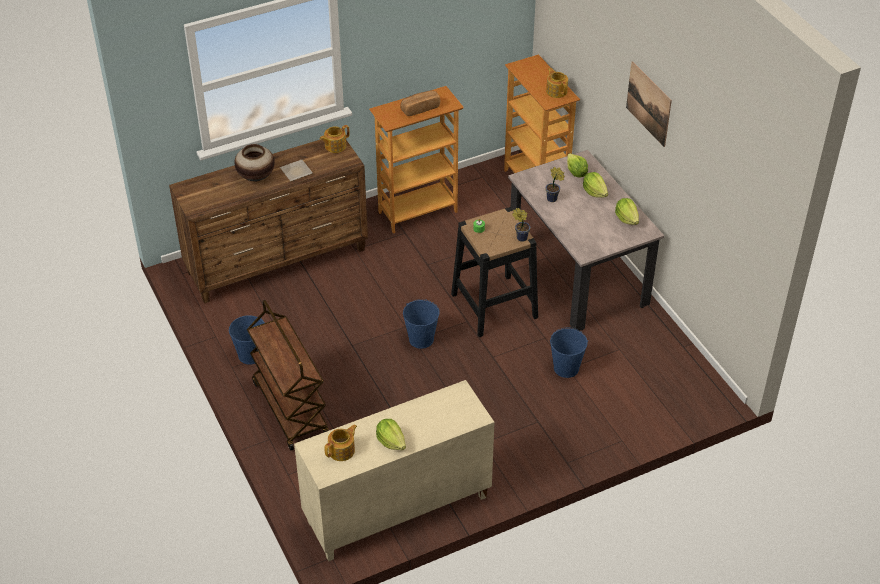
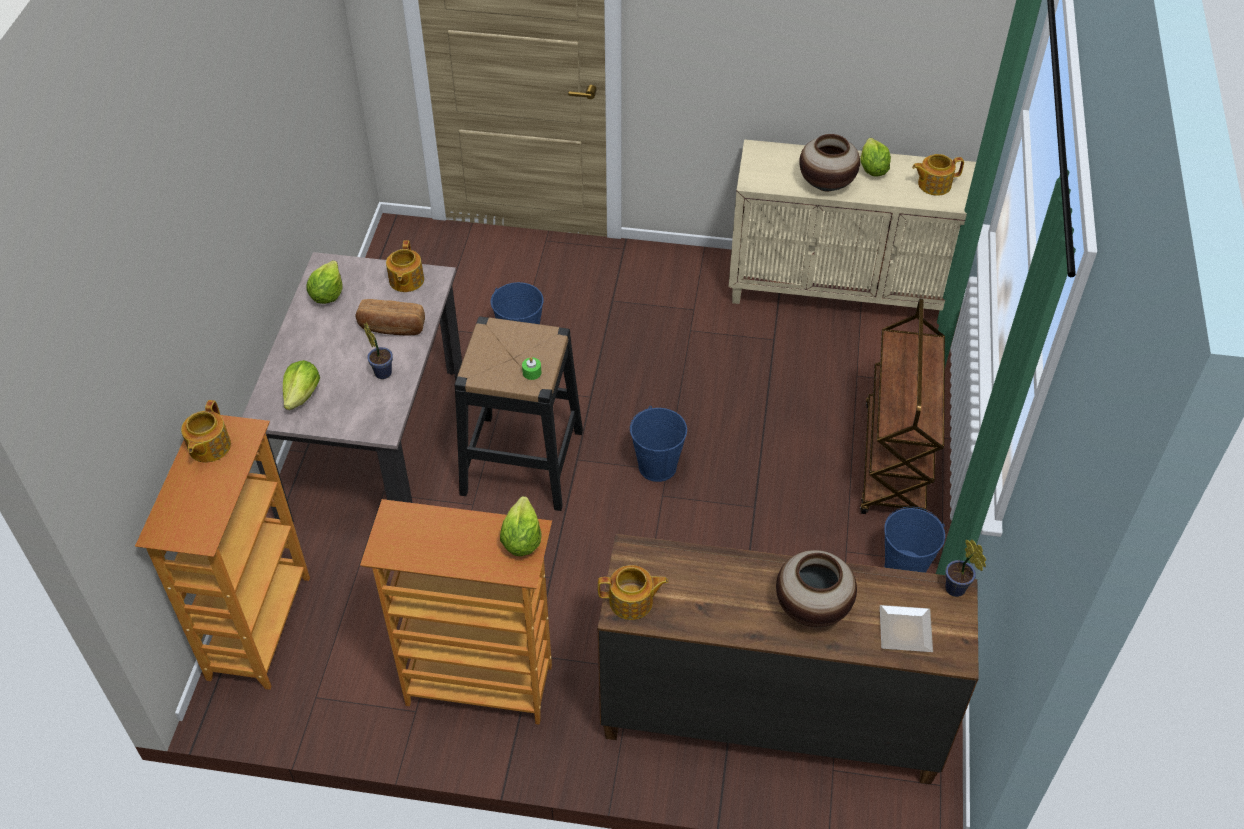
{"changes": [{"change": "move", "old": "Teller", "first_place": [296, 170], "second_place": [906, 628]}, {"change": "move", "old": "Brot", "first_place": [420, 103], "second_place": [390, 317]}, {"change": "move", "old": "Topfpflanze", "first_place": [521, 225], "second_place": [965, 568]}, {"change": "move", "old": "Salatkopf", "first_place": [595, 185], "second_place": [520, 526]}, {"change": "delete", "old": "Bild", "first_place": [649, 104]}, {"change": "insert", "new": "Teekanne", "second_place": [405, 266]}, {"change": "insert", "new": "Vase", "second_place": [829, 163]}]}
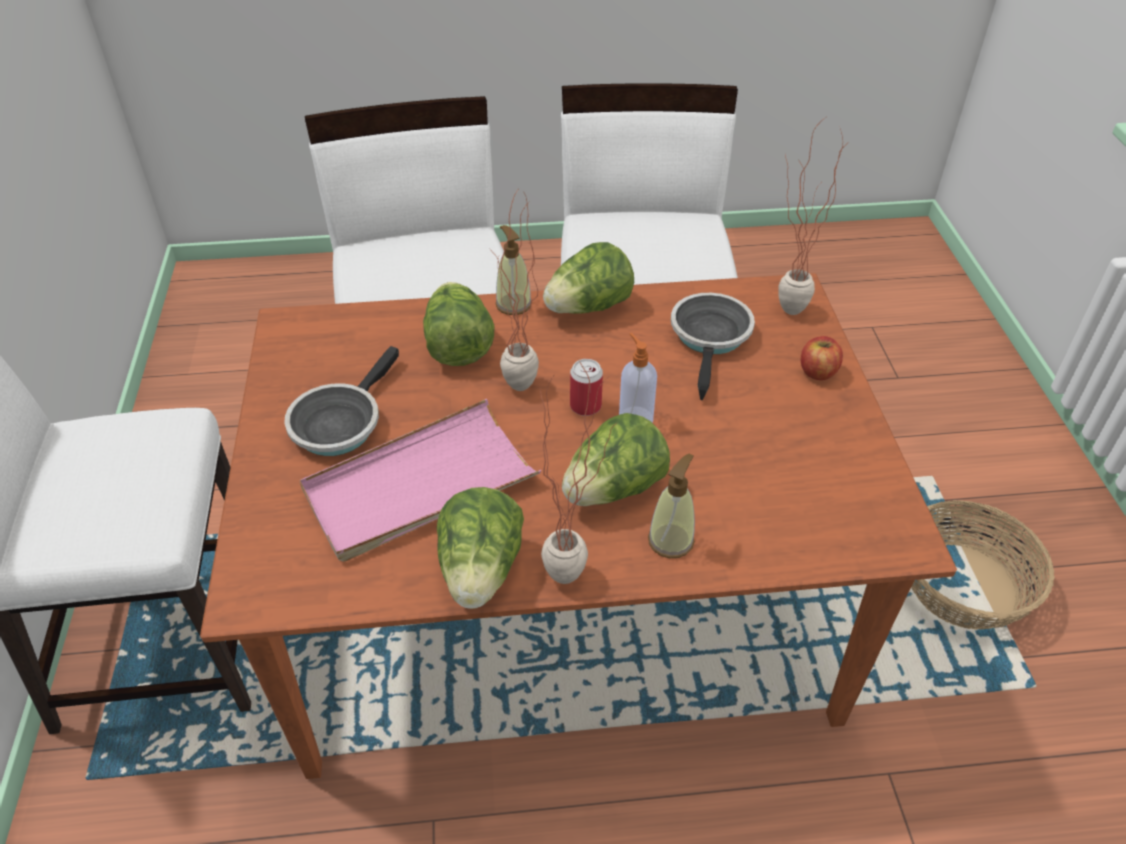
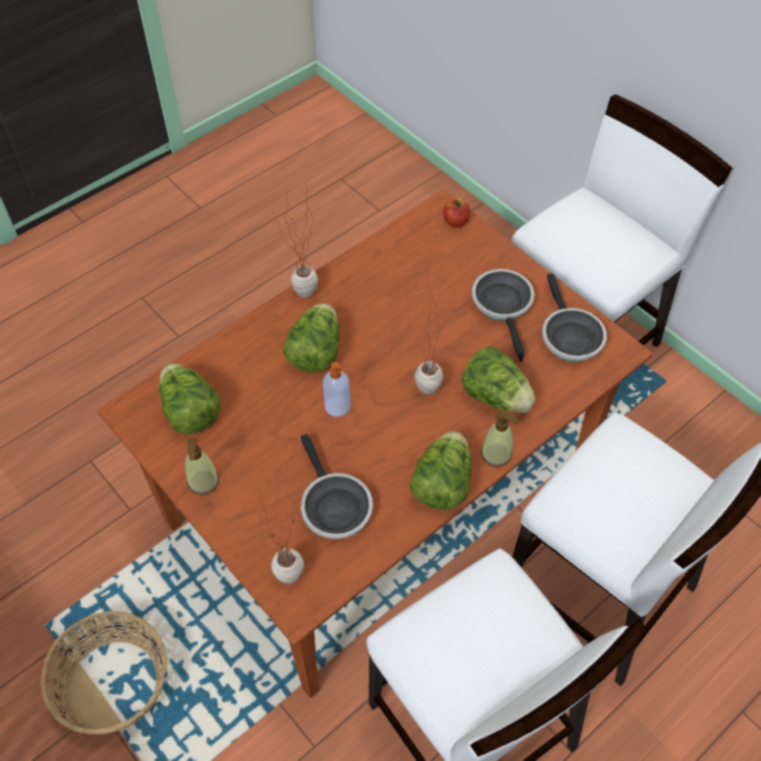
{"changes": [{"change": "delete", "old": "Tablett/rosa", "first_place": [420, 480]}, {"change": "move", "old": "Salatkopf", "first_place": [480, 548], "second_place": [189, 398]}, {"change": "delete", "old": "Dose", "first_place": [586, 387]}, {"change": "move", "old": "Seifenspender", "first_place": [671, 506], "second_place": [202, 467]}, {"change": "move", "old": "Apfel", "first_place": [822, 358], "second_place": [456, 212]}, {"change": "insert", "new": "Pfanne", "second_place": [574, 317]}]}
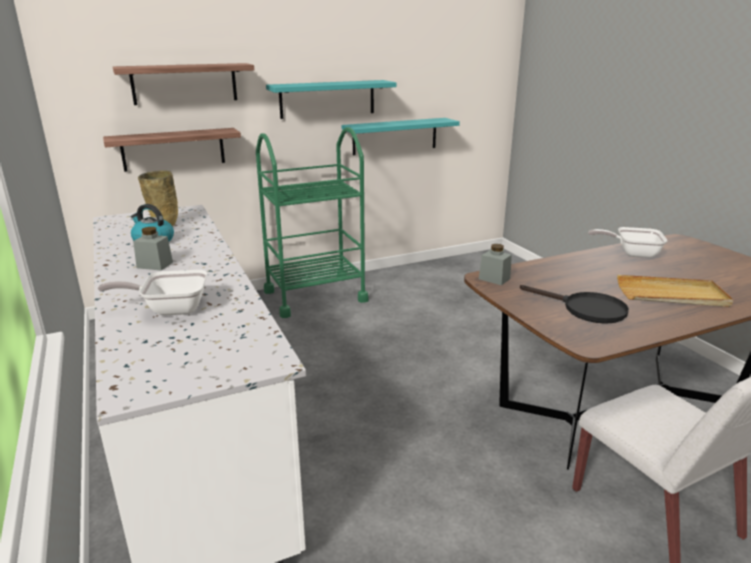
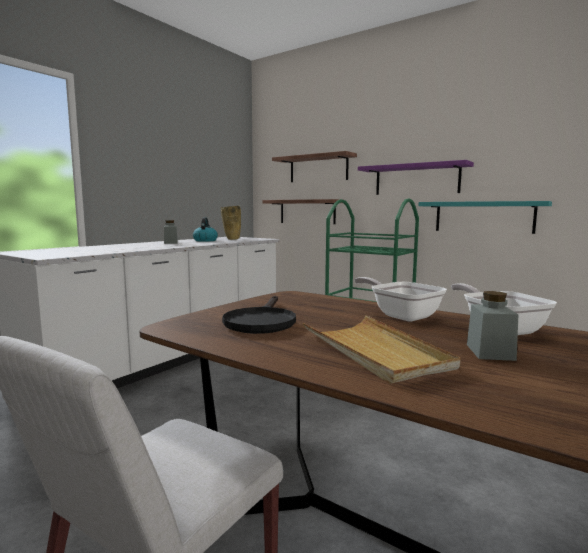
{"changes": [{"change": "move", "old": "Pfanne", "first_place": [152, 293], "second_place": [400, 299]}, {"change": "recolor", "old": "Wandregal/türkis", "new": "Wandregal/lila", "first_place": [331, 99], "second_place": [416, 177]}, {"change": "move", "old": "Vorratsglas/grau", "first_place": [495, 264], "second_place": [492, 326]}]}
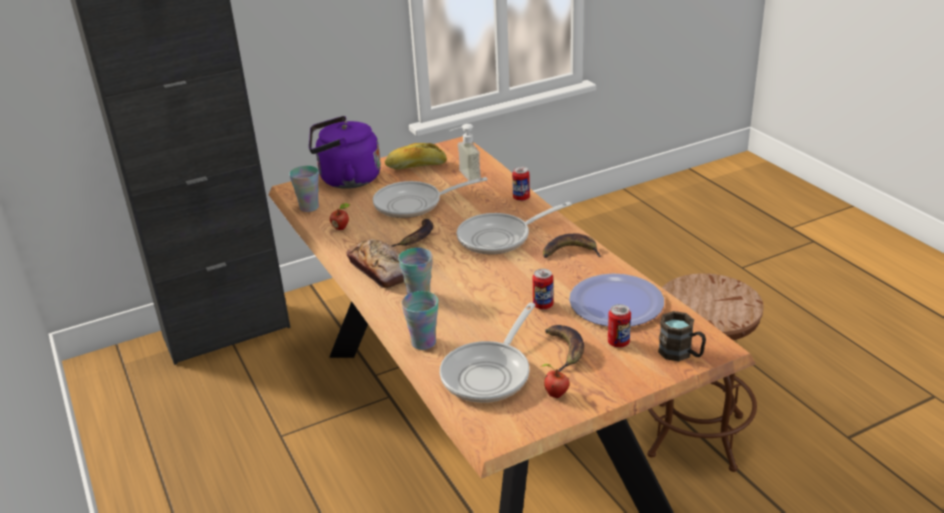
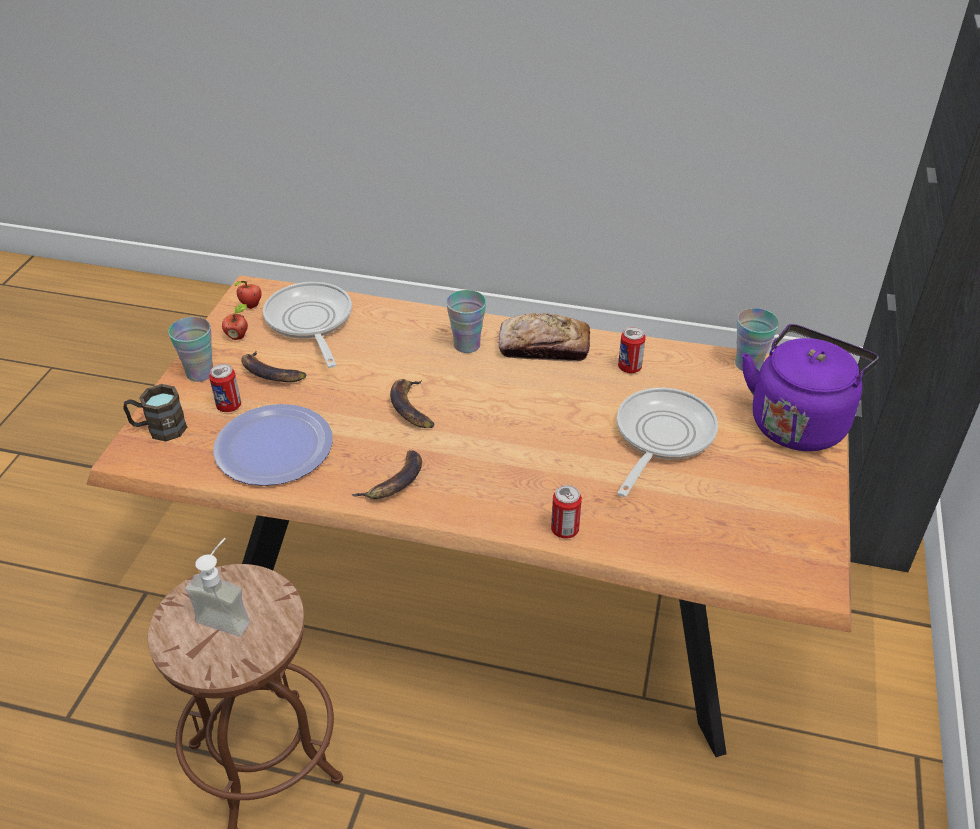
{"changes": [{"change": "move", "old": "Apfel", "first_place": [340, 216], "second_place": [248, 295]}, {"change": "delete", "old": "Brot", "first_place": [416, 156]}, {"change": "move", "old": "Banane", "first_place": [412, 233], "second_place": [412, 403]}, {"change": "move", "old": "Tasse", "first_place": [419, 320], "second_place": [190, 349]}, {"change": "move", "old": "Seifenspender", "first_place": [465, 152], "second_place": [217, 587]}, {"change": "delete", "old": "Pfanne", "first_place": [514, 228]}, {"change": "move", "old": "Dose", "first_place": [543, 289], "second_place": [632, 350]}]}
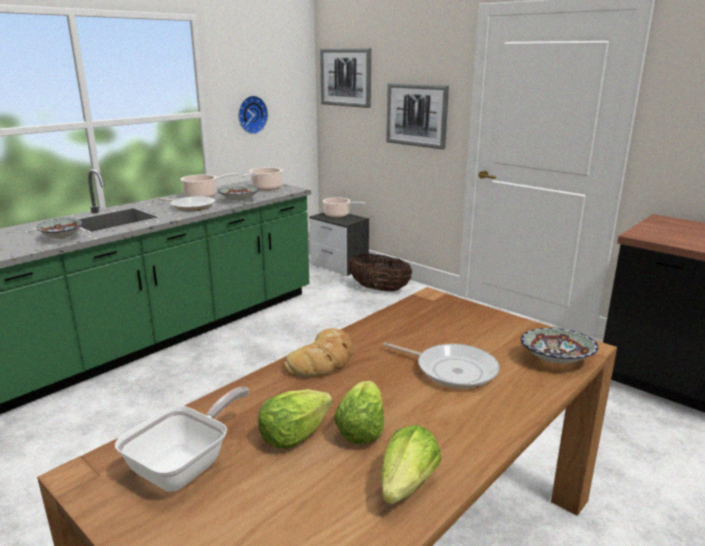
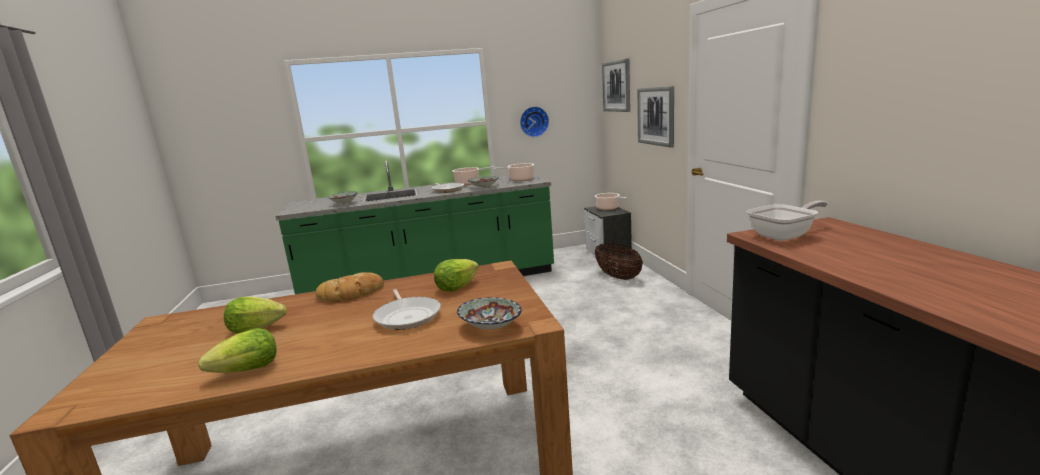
{"changes": [{"change": "move", "old": "Pfanne", "first_place": [182, 439], "second_place": [787, 221]}, {"change": "move", "old": "Salatkopf", "first_place": [359, 412], "second_place": [456, 275]}]}
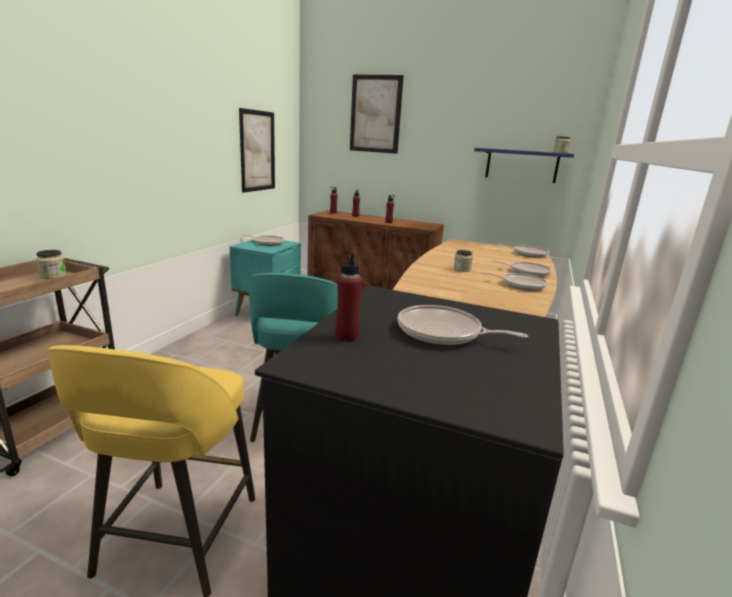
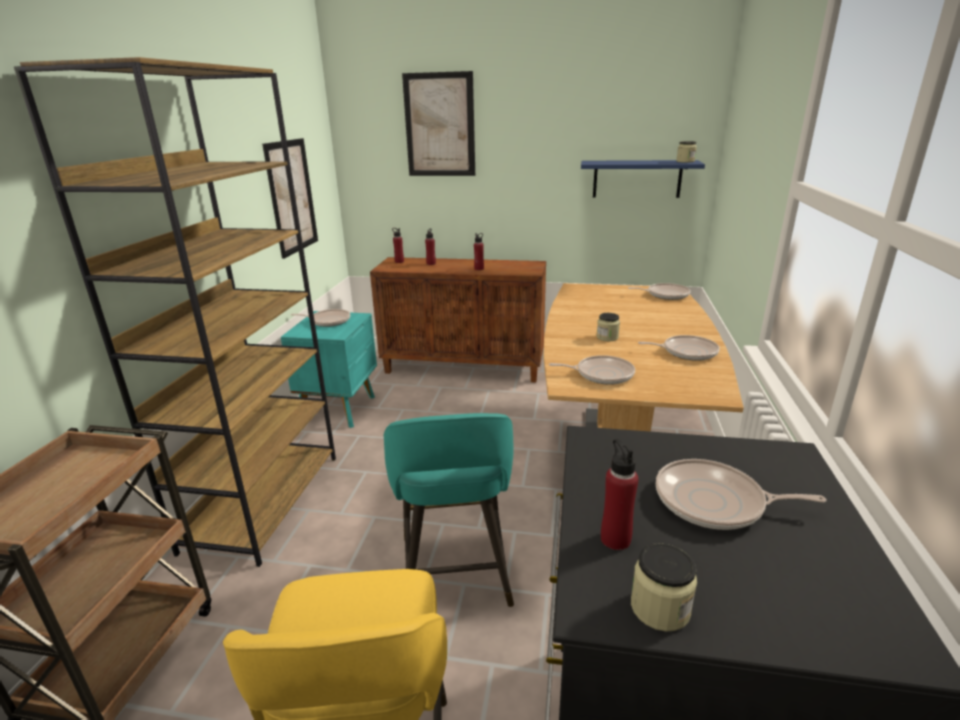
{"changes": [{"change": "move", "old": "Vorratsglas", "first_place": [51, 264], "second_place": [664, 587]}, {"change": "move", "old": "Pfanne", "first_place": [522, 268], "second_place": [592, 370]}, {"change": "insert", "new": "Bücherregal/braun", "second_place": [175, 312]}]}
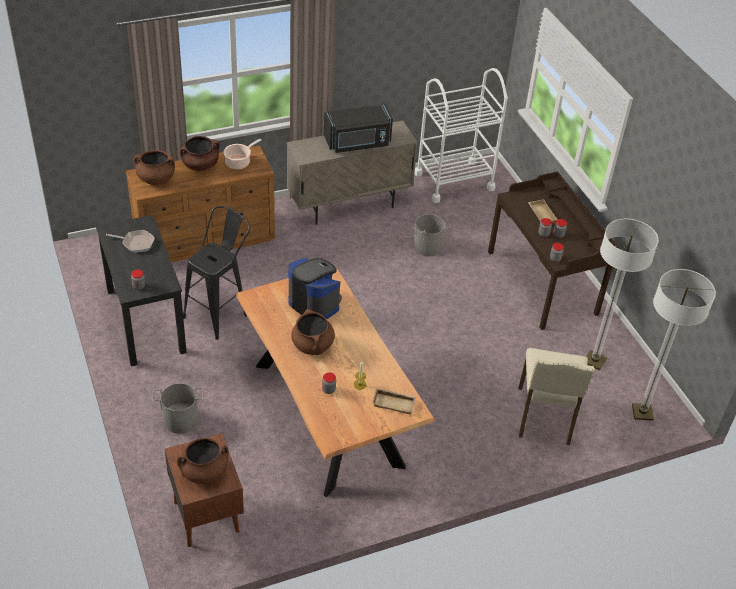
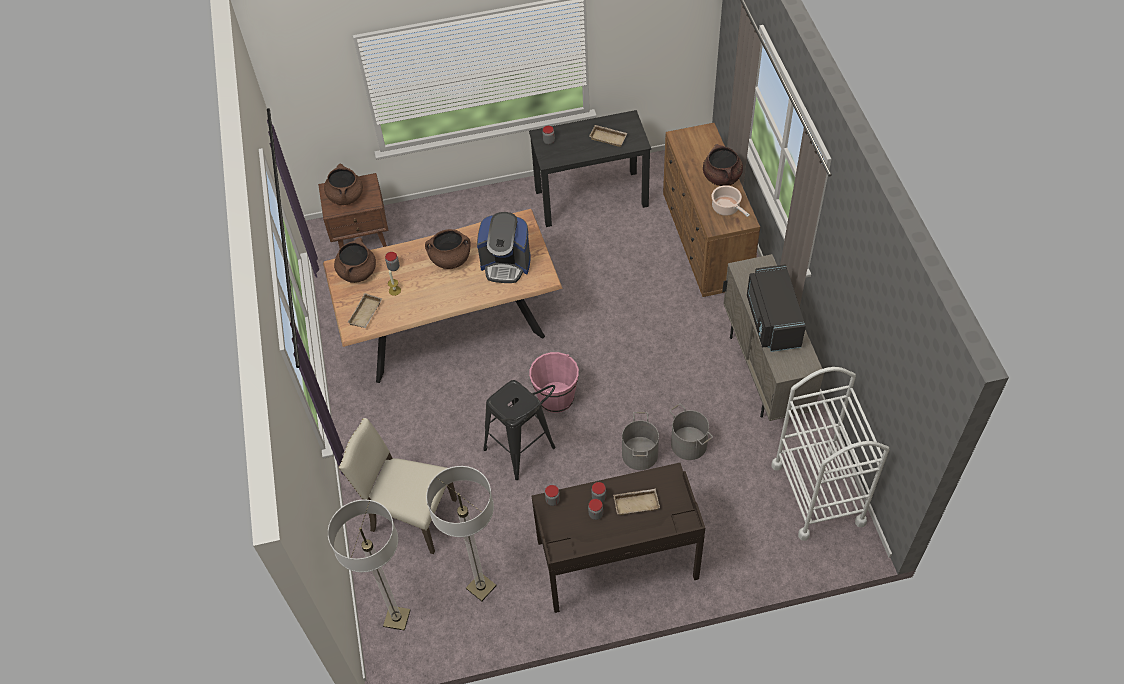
{"changes": [{"change": "replace", "old": "Pfanne", "new": "Tablett/beige", "first_place": [130, 241], "second_place": [608, 136]}, {"change": "move", "old": "Kochtopf/braun", "first_place": [154, 167], "second_place": [355, 260]}, {"change": "move", "old": "Eimer/grau", "first_place": [178, 408], "second_place": [640, 441]}, {"change": "move", "old": "Hocker/schwarz", "first_place": [216, 273], "second_place": [519, 430]}, {"change": "rotate", "old": "Kaffeemaschine", "first_place": [315, 288], "second_place": [504, 247], "degrees": 45}, {"change": "insert", "new": "Eimer/rosa", "second_place": [554, 382]}]}
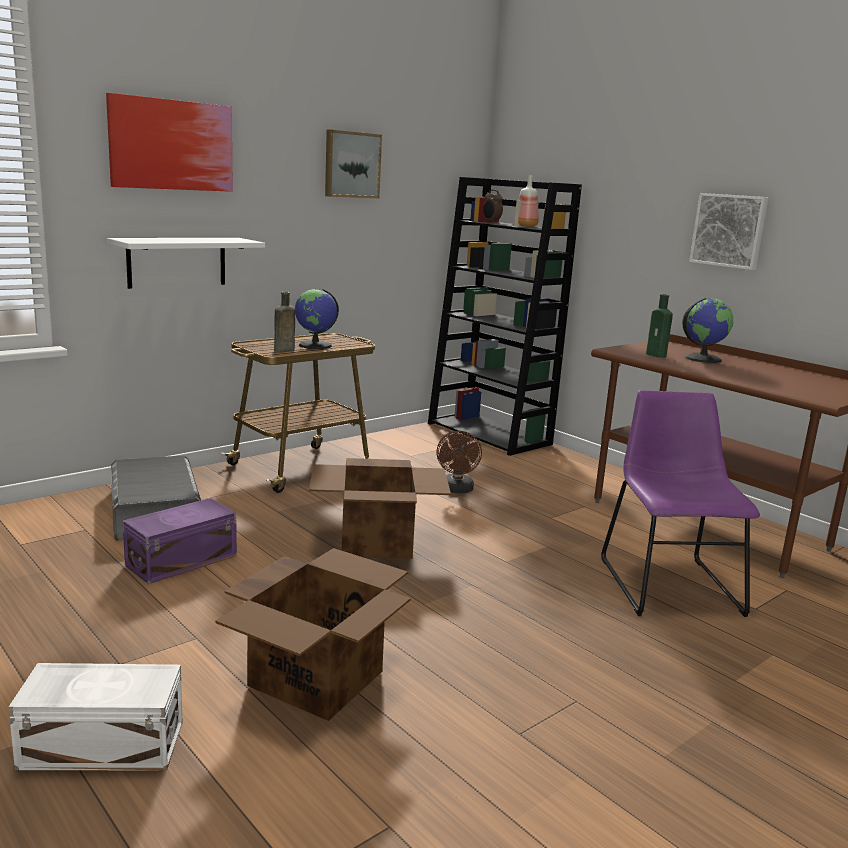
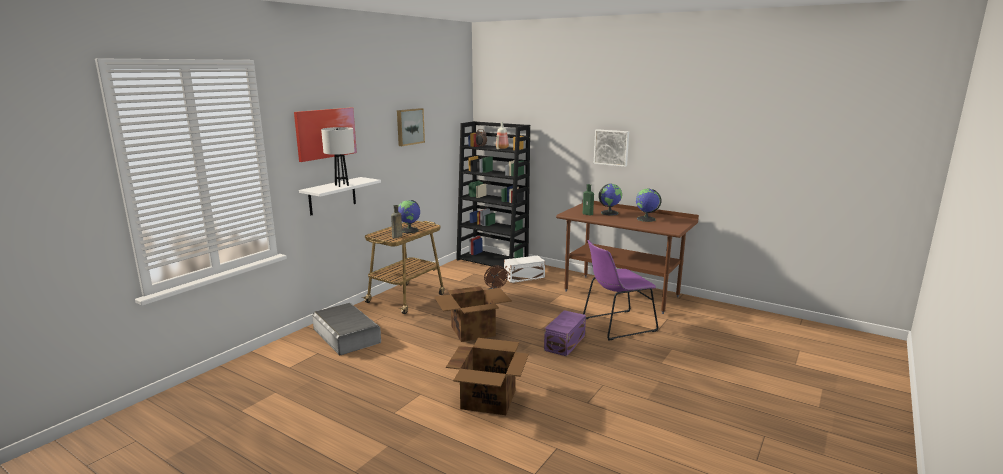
{"changes": [{"change": "move", "old": "Aufbewahrungsbox/weiß", "first_place": [95, 716], "second_place": [524, 269]}, {"change": "move", "old": "Aufbewahrungsbox/lila", "first_place": [180, 541], "second_place": [565, 333]}, {"change": "rotate", "old": "Stuhl/lila", "first_place": [680, 503], "second_place": [621, 290], "degrees": -90}, {"change": "insert", "new": "Tischlampe/weiß", "second_place": [338, 157]}, {"change": "insert", "new": "Globus", "second_place": [649, 205]}]}
